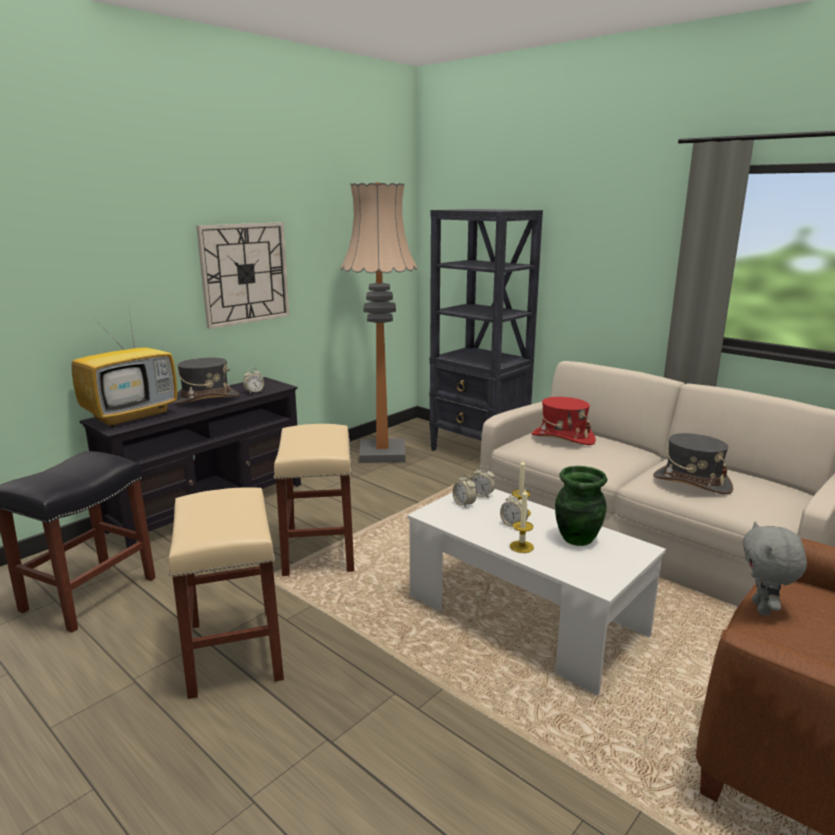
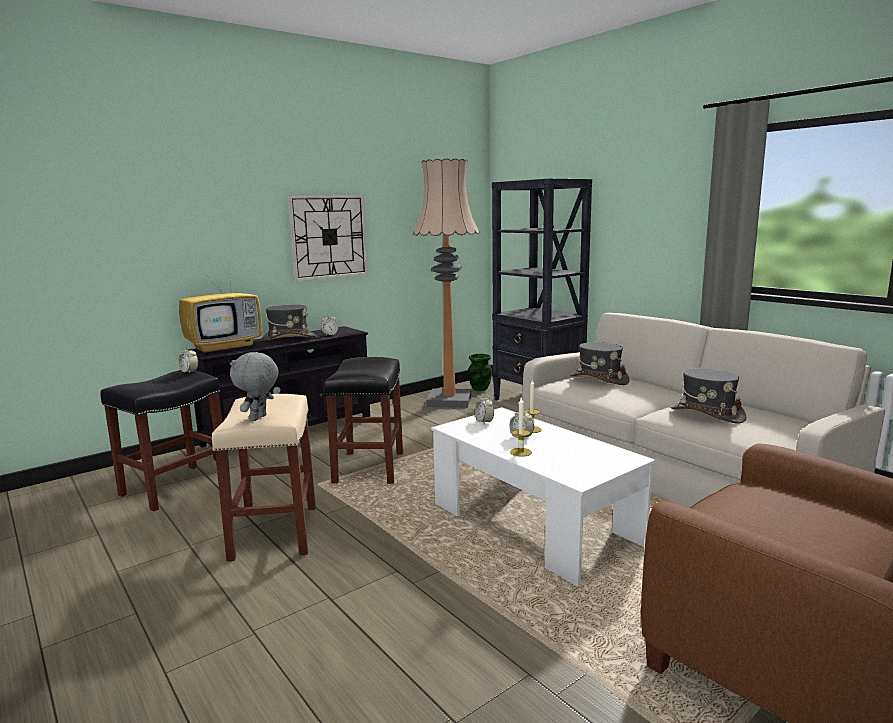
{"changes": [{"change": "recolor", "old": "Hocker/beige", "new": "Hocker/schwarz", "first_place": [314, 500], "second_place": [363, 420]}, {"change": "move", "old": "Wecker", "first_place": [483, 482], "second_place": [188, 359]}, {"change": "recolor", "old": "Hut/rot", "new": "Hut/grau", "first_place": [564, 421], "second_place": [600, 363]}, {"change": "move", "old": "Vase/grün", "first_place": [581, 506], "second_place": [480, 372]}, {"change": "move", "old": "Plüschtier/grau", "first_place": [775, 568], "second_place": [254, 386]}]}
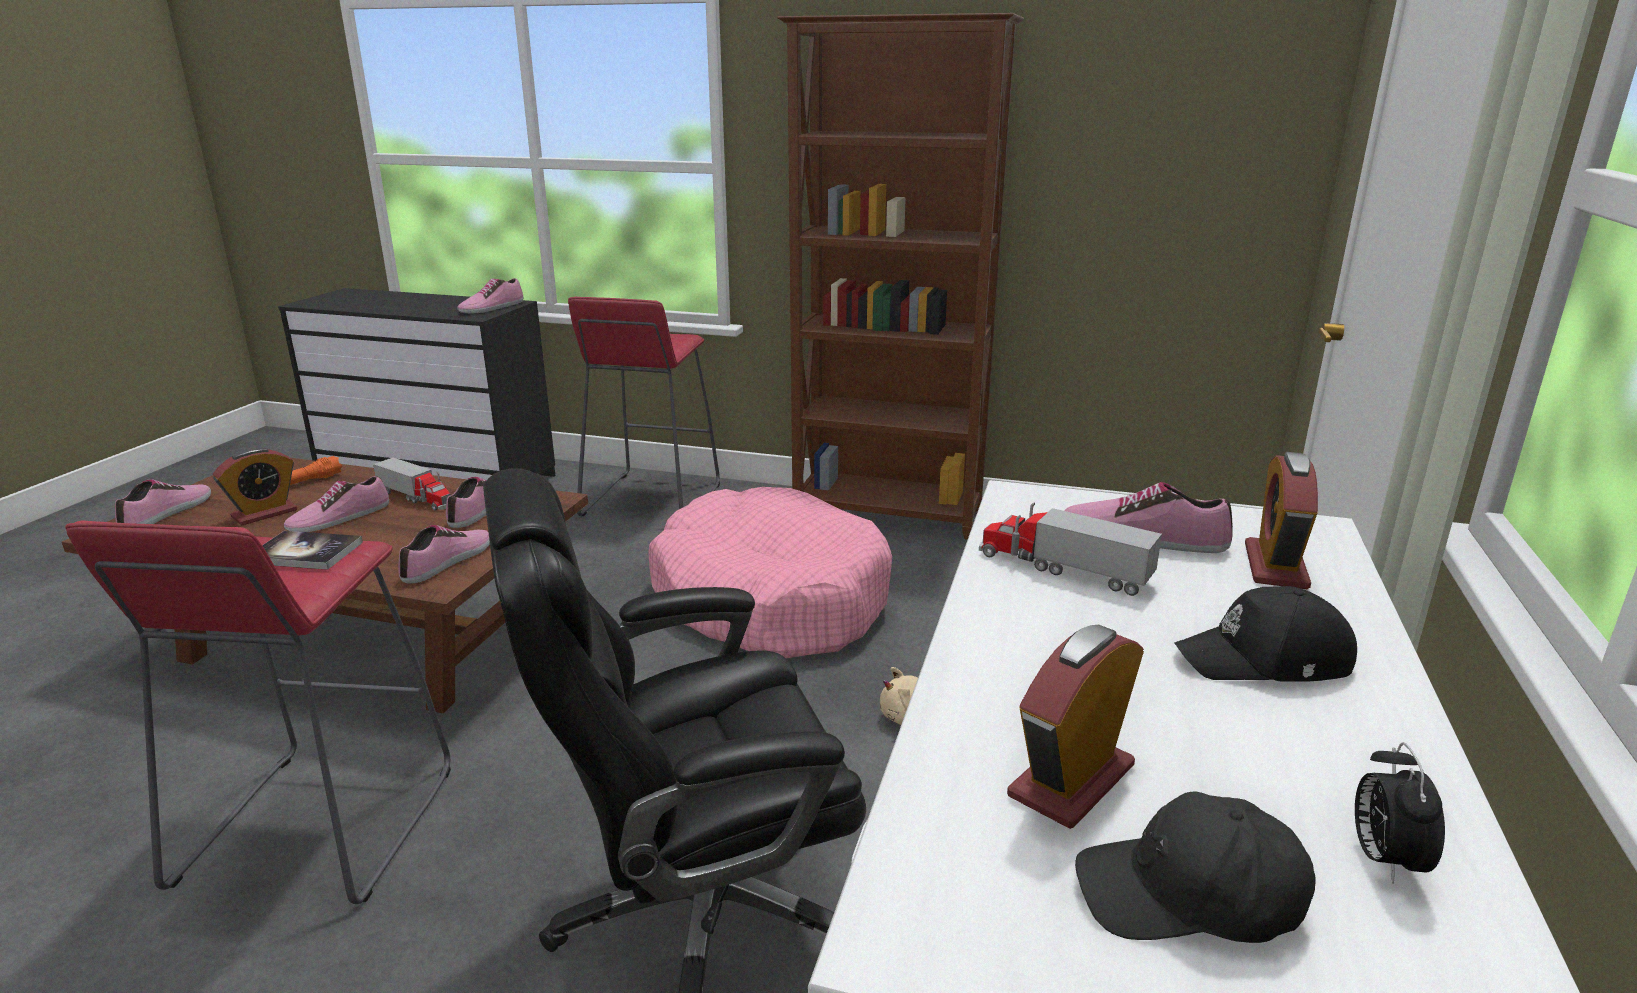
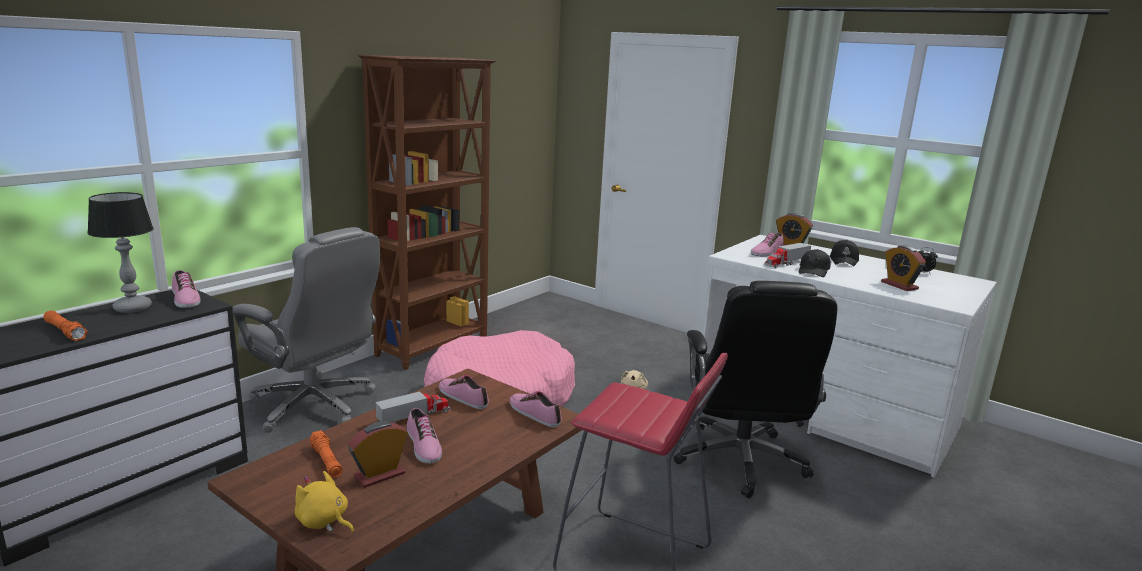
{"changes": [{"change": "replace", "old": "Schuh", "new": "Plüschtier/gelb", "first_place": [163, 502], "second_place": [324, 502]}, {"change": "rotate", "old": "Wecker", "first_place": [255, 486], "second_place": [378, 454], "degrees": -105}, {"change": "delete", "old": "Buch", "first_place": [312, 550]}, {"change": "replace", "old": "Hocker/rot", "new": "Bürostuhl/grau", "first_place": [644, 406], "second_place": [306, 330]}, {"change": "move", "old": "Kappe/schwarz", "first_place": [1195, 867], "second_place": [815, 263]}, {"change": "insert", "new": "Taschenlampe/orange", "second_place": [65, 326]}, {"change": "insert", "new": "Tischlampe", "second_place": [120, 252]}]}
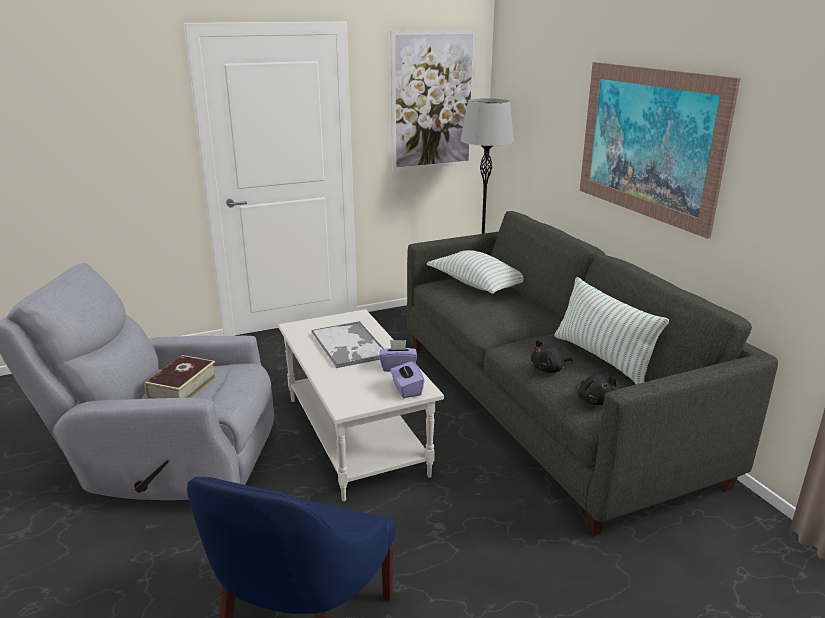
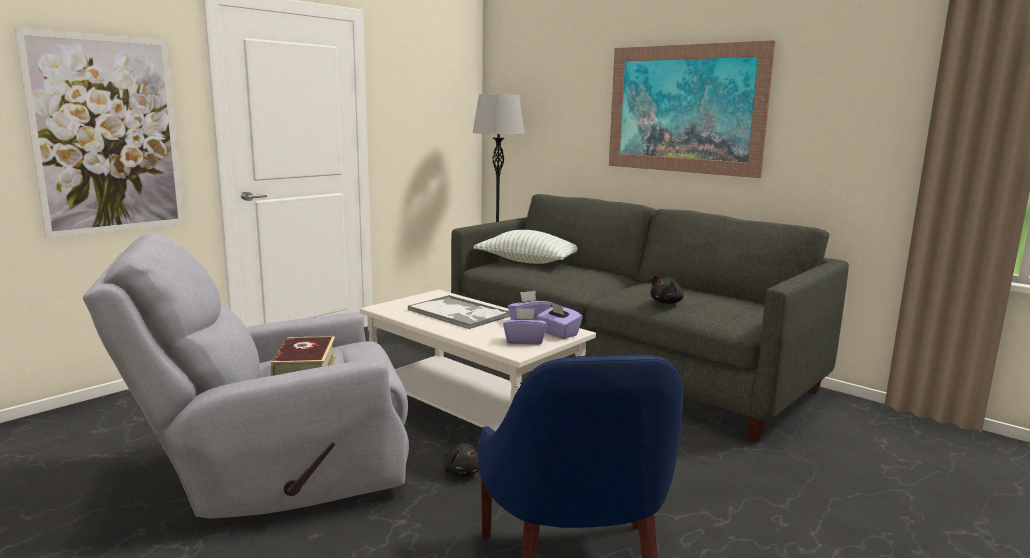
{"changes": [{"change": "move", "old": "Bild", "first_place": [433, 100], "second_place": [99, 133]}, {"change": "delete", "old": "Kissen", "first_place": [611, 330]}, {"change": "move", "old": "Plüschtier/schwarz", "first_place": [597, 389], "second_place": [461, 460]}, {"change": "insert", "new": "Taschentuchbox/lila", "second_place": [525, 326]}]}
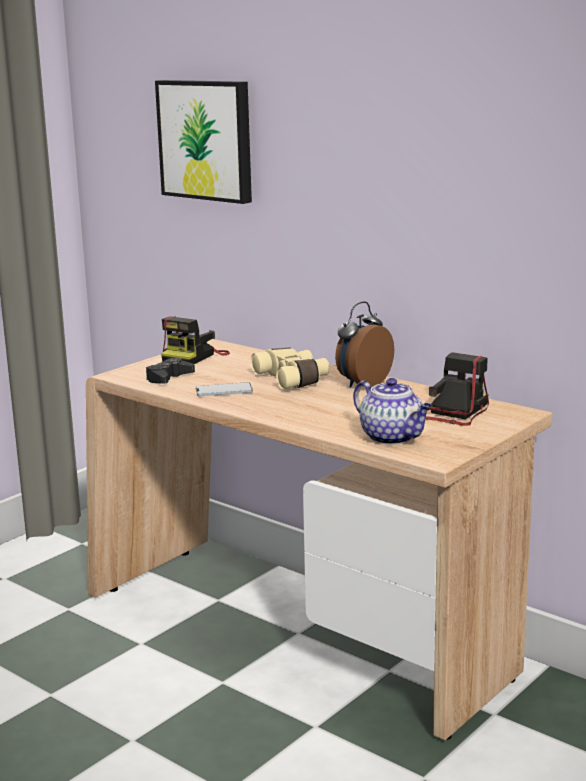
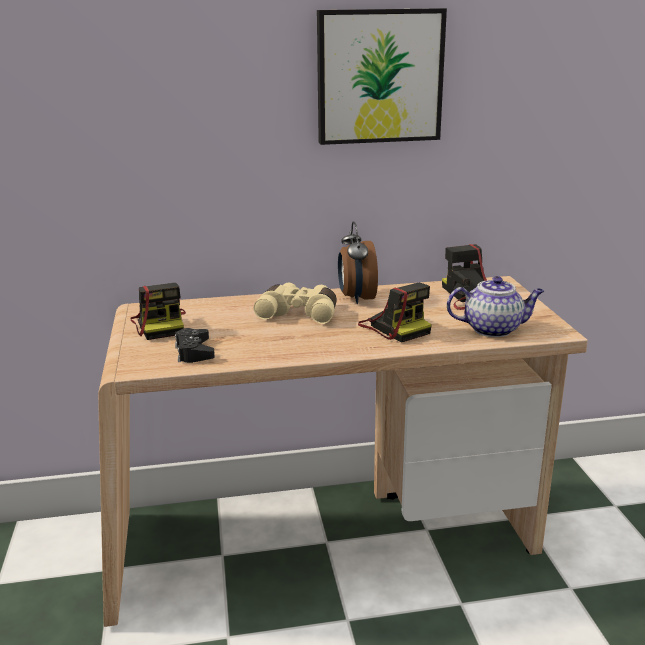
{"changes": [{"change": "move", "old": "Bild", "first_place": [203, 142], "second_place": [382, 76]}, {"change": "delete", "old": "Handy", "first_place": [224, 389]}, {"change": "insert", "new": "Kamera", "second_place": [395, 313]}]}
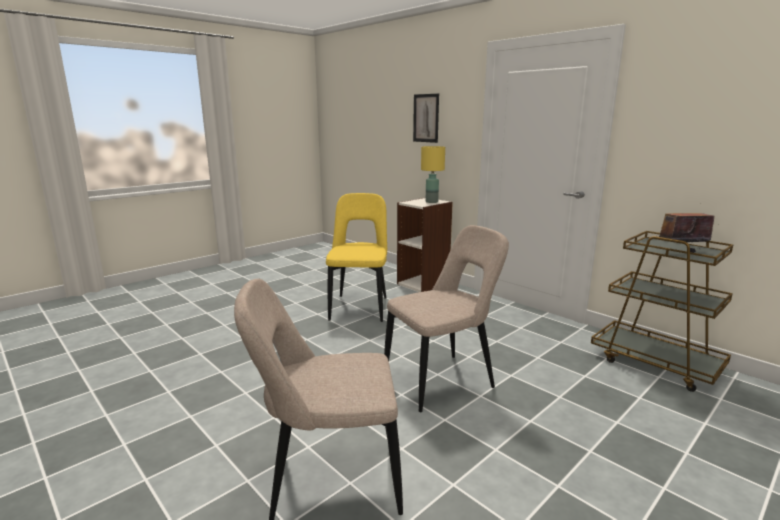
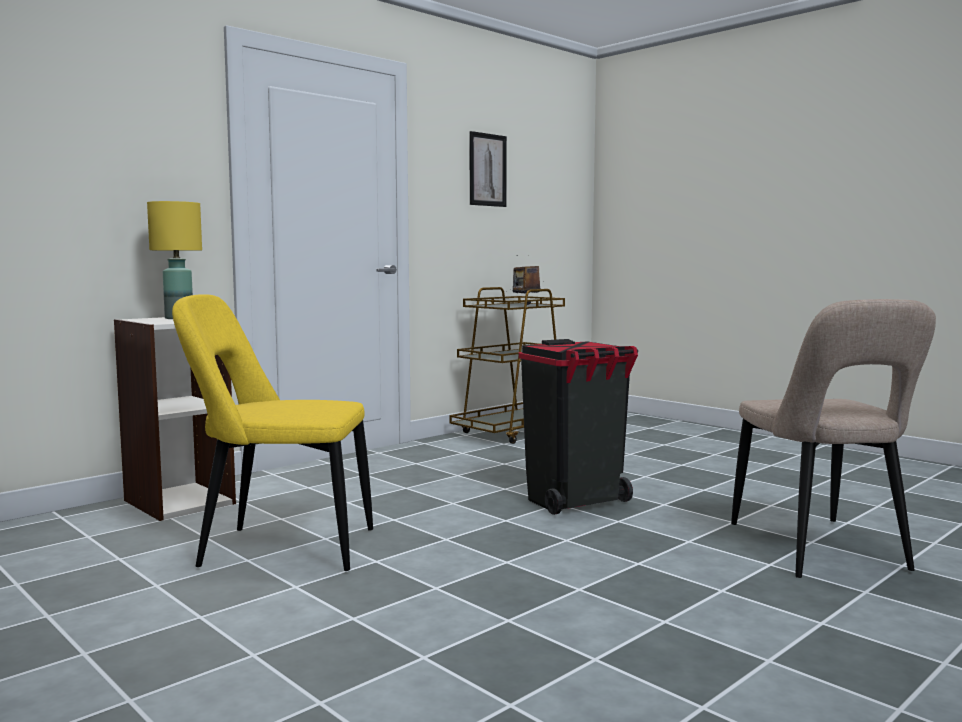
{"changes": [{"change": "replace", "old": "Stuhl/beige", "new": "Mülleimer/schwarz", "first_place": [446, 318], "second_place": [578, 427]}, {"change": "move", "old": "Bild", "first_place": [426, 118], "second_place": [488, 169]}]}
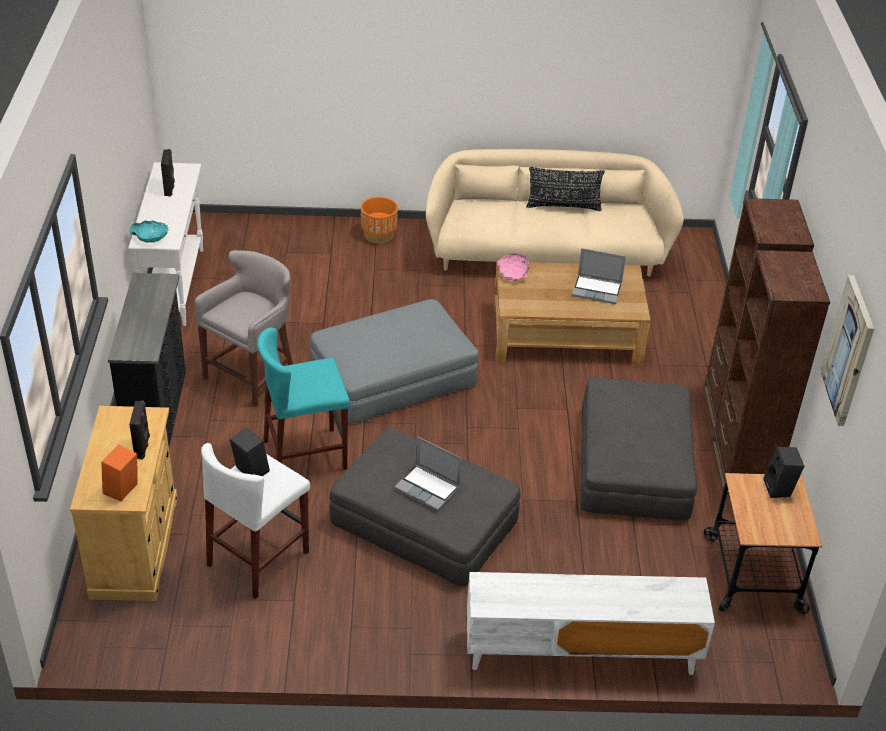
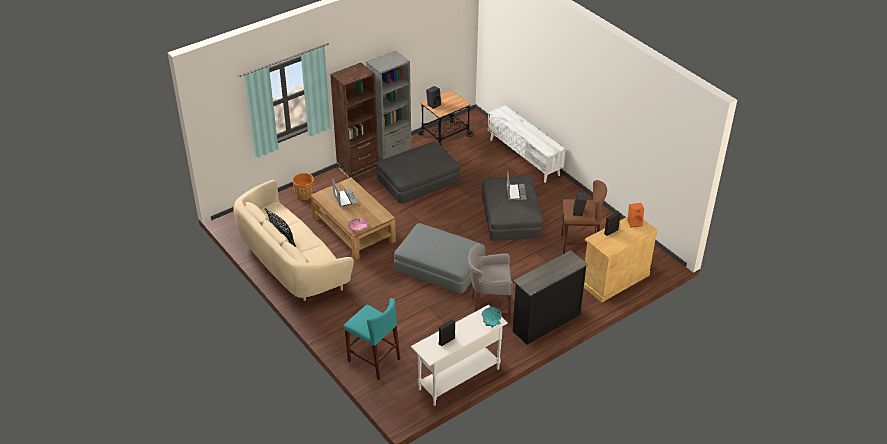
{"changes": [{"change": "recolor", "old": "Hocker/weiß", "new": "Hocker/braun", "first_place": [255, 521], "second_place": [584, 217]}, {"change": "move", "old": "Hocker/türkis", "first_place": [303, 399], "second_place": [371, 339]}, {"change": "move", "old": "Pflanzkübel/orange", "first_place": [379, 220], "second_place": [303, 186]}, {"change": "recolor", "old": "Bücherregal/braun", "new": "Bücherregal/grau", "first_place": [771, 372], "second_place": [388, 106]}, {"change": "delete", "old": "Bild", "first_place": [847, 350]}]}
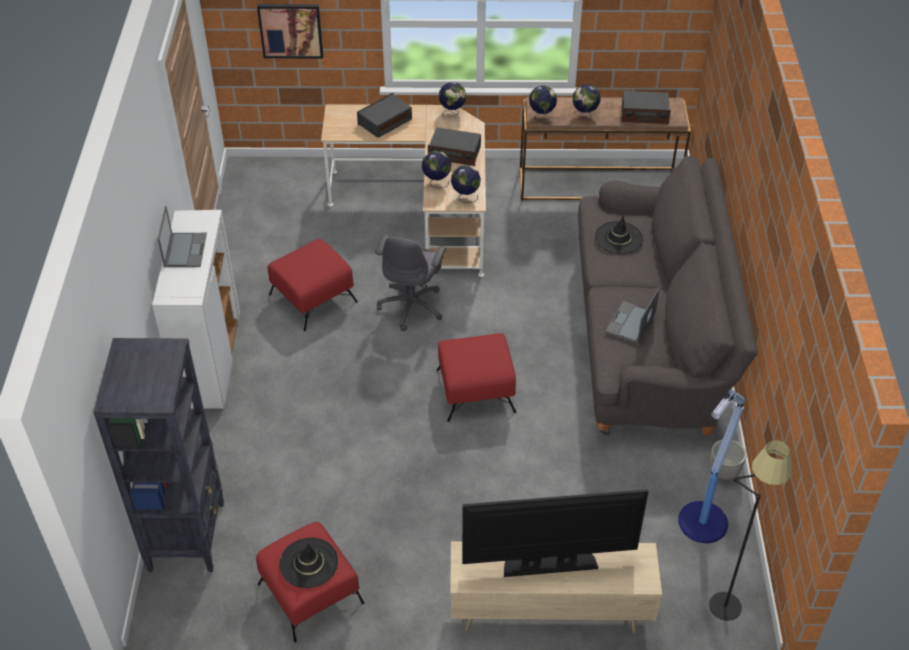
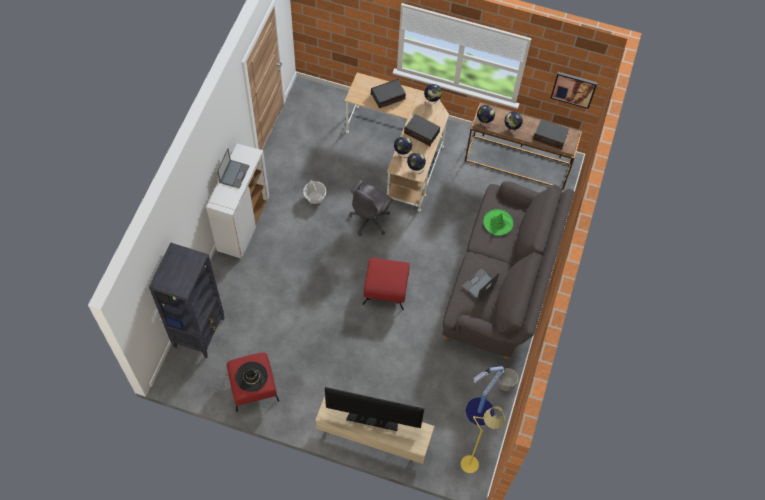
{"changes": [{"change": "move", "old": "Bild", "first_place": [290, 31], "second_place": [574, 90]}, {"change": "replace", "old": "Polsterhocker/rot", "new": "Korb", "first_place": [313, 285], "second_place": [314, 192]}, {"change": "recolor", "old": "Hut/schwarz", "new": "Hut/grün", "first_place": [619, 235], "second_place": [498, 222]}, {"change": "recolor", "old": "Stehlampe/schwarz", "new": "Stehlampe/gelb", "first_place": [750, 530], "second_place": [483, 439]}]}
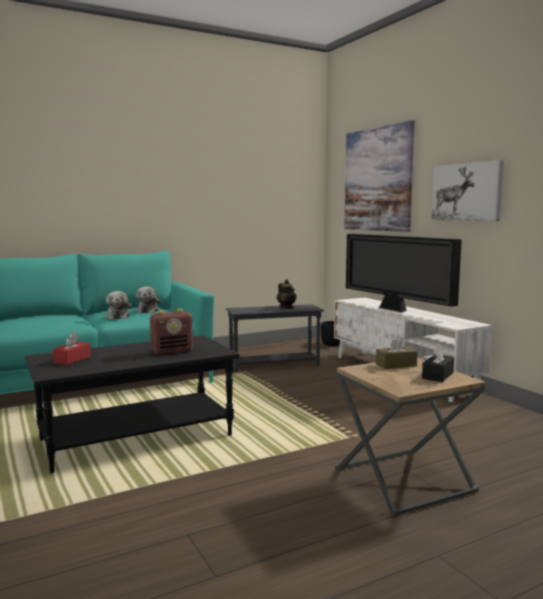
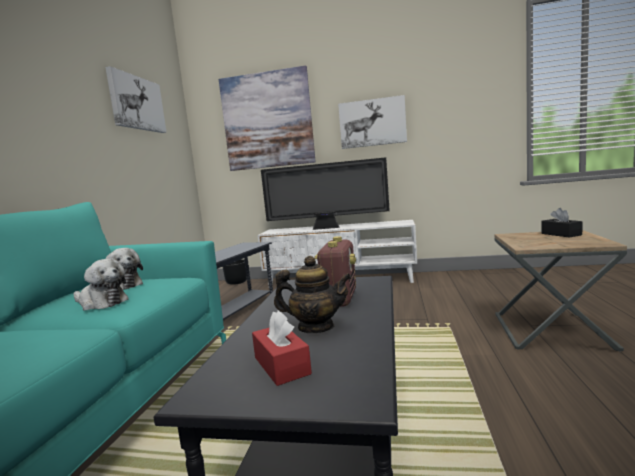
{"changes": [{"change": "move", "old": "Teekanne", "first_place": [287, 293], "second_place": [313, 294]}, {"change": "delete", "old": "Taschentuchbox/braun", "first_place": [397, 352]}, {"change": "insert", "new": "Bild", "second_place": [136, 99]}]}
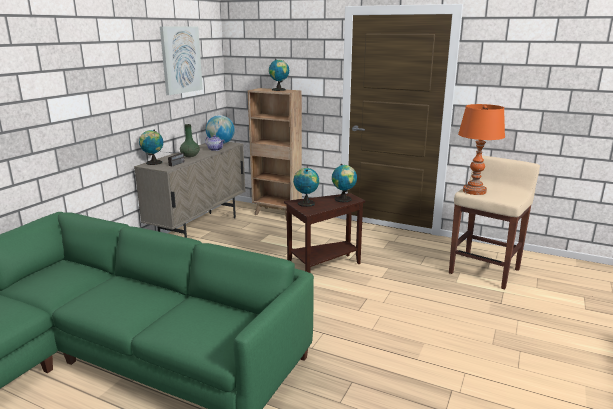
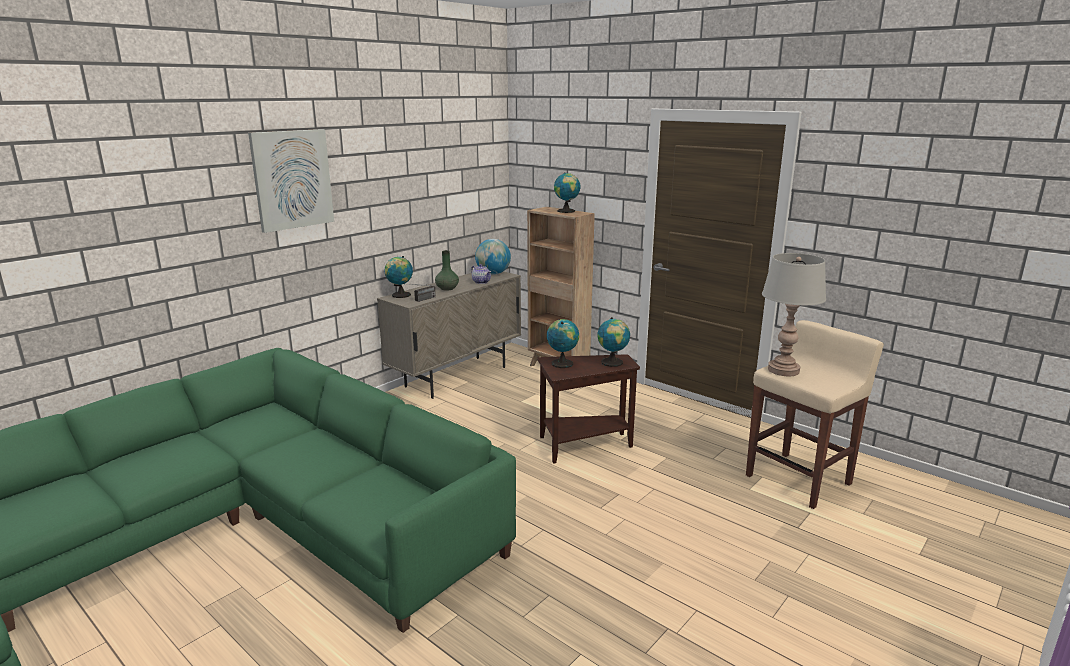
{"changes": [{"change": "move", "old": "Bild", "first_place": [181, 60], "second_place": [291, 181]}, {"change": "recolor", "old": "Tischlampe/orange", "new": "Tischlampe/grau", "first_place": [481, 149], "second_place": [794, 314]}]}
